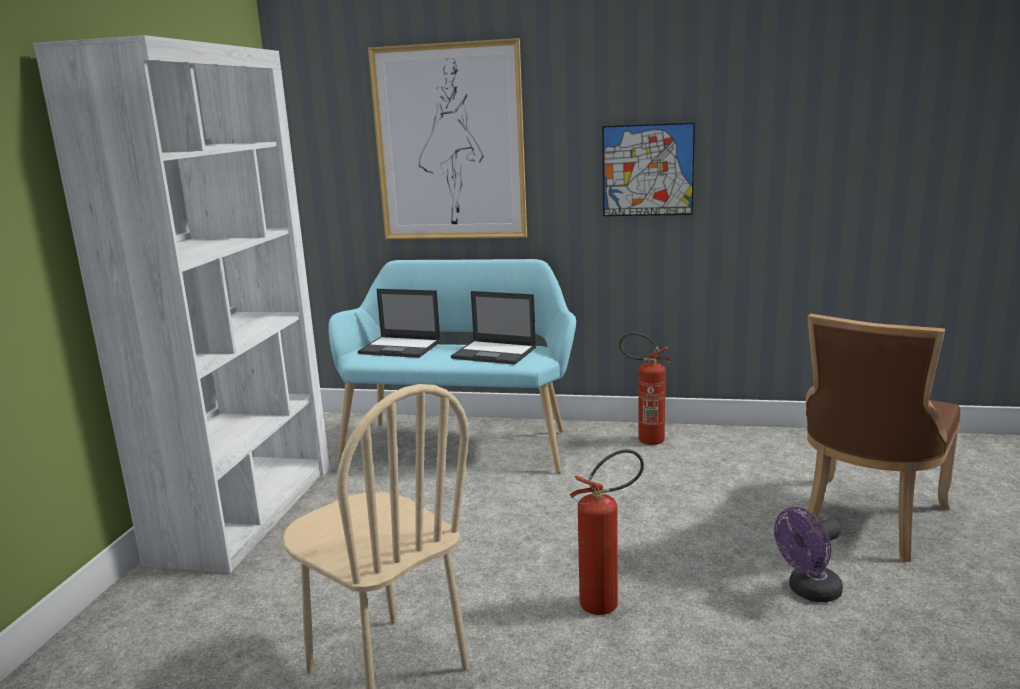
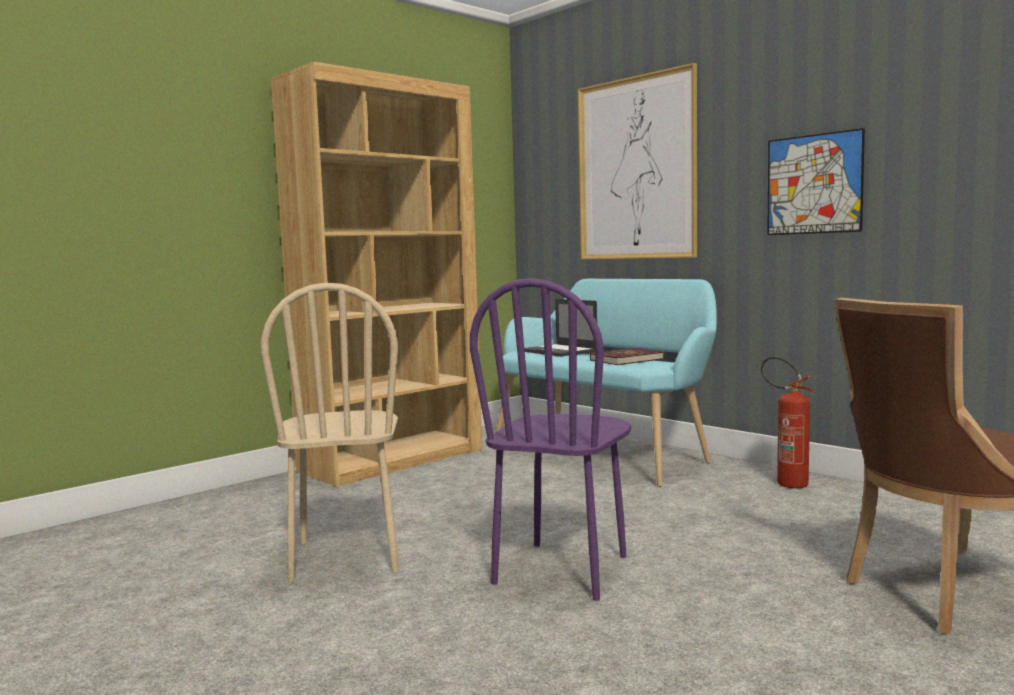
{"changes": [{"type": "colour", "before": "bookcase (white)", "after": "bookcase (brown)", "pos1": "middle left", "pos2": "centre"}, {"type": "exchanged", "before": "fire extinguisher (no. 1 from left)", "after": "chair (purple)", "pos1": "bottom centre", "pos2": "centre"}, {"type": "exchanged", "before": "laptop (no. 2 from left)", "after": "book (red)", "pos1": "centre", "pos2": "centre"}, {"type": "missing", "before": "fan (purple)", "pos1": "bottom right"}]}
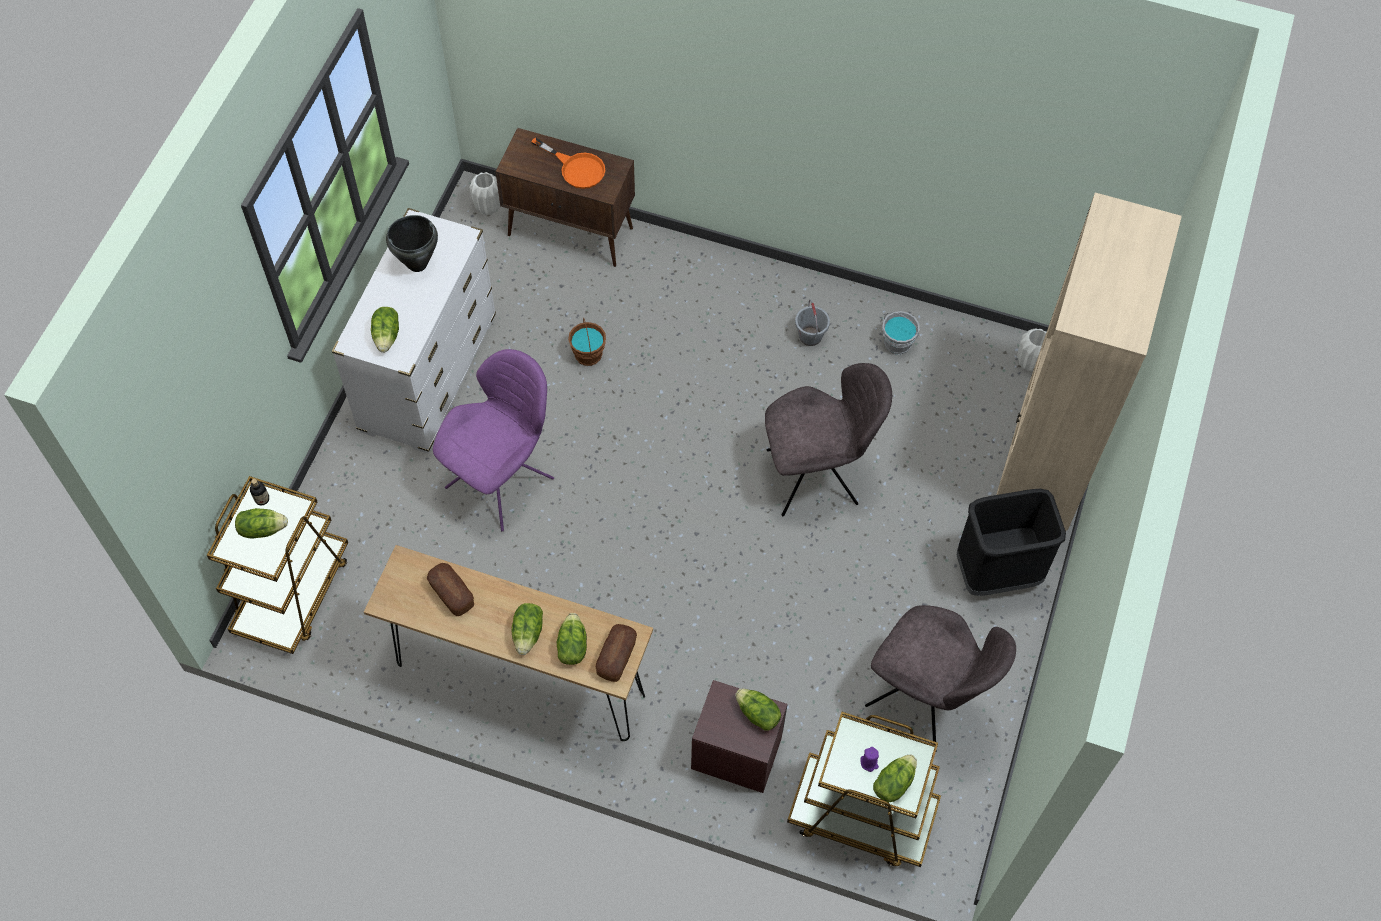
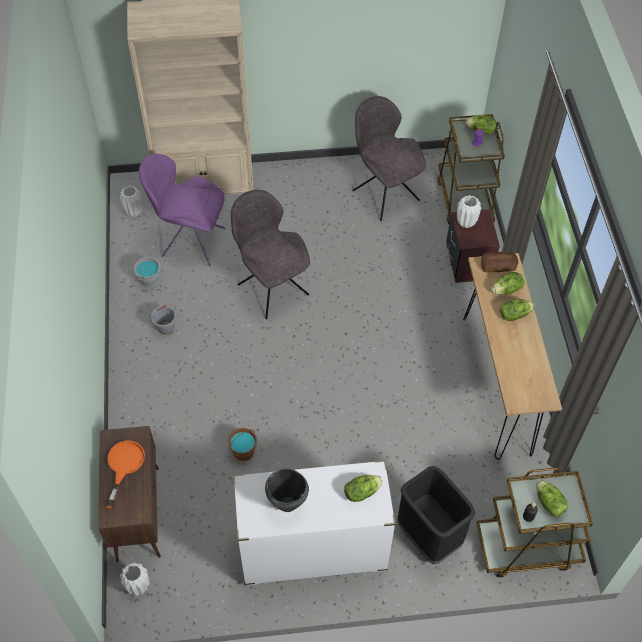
{"changes": [{"type": "relocated", "before": "chair (purple)", "pos1": "centre", "pos2": "top left"}, {"type": "spun", "before": "chair (grey) (no. 2 from left)", "pos1": "bottom right", "pos2": "top centre", "turn": -45}, {"type": "relocated", "before": "trash can (black)", "pos1": "middle right", "pos2": "bottom right"}, {"type": "exchanged", "before": "lettuce (no. 5 from left)", "after": "vase (white) (no. 3 from left)", "pos1": "bottom centre", "pos2": "top right"}, {"type": "missing", "before": "bread (no. 1 from left)", "pos1": "middle left"}]}
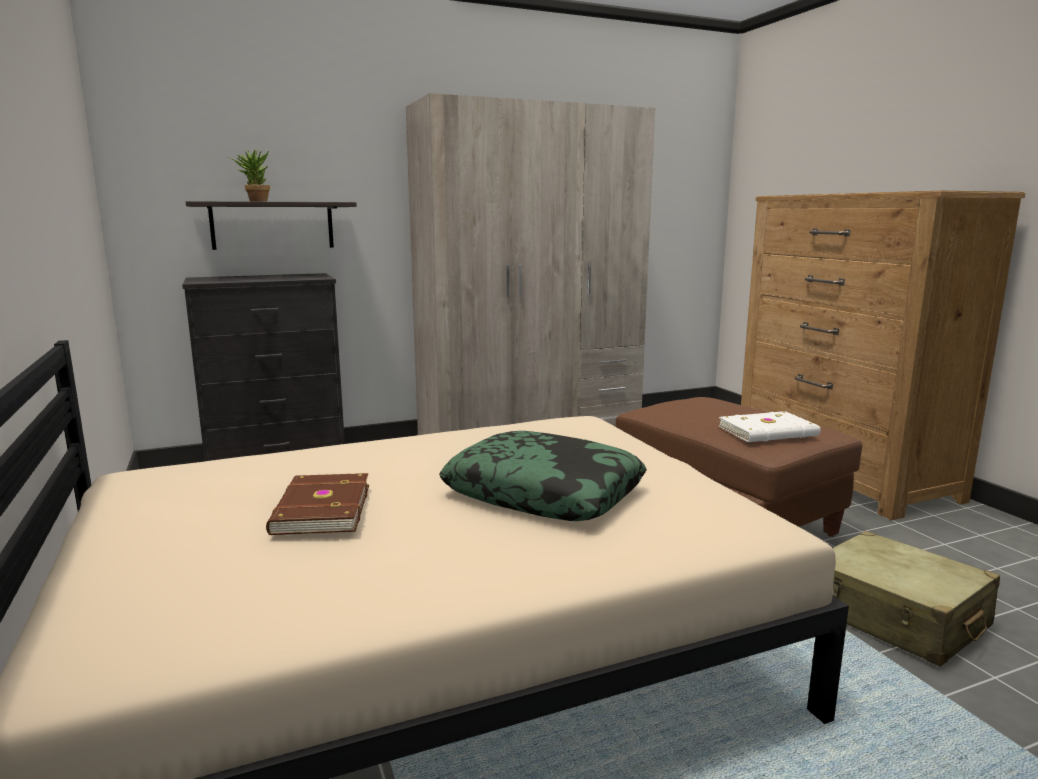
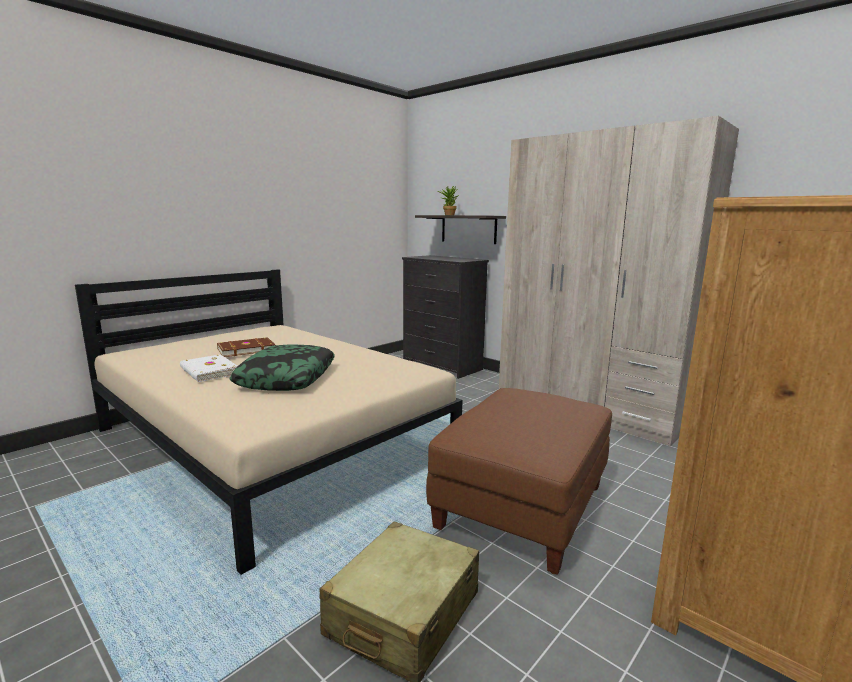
{"changes": [{"type": "relocated", "before": "book (white)", "pos1": "middle right", "pos2": "middle left"}]}
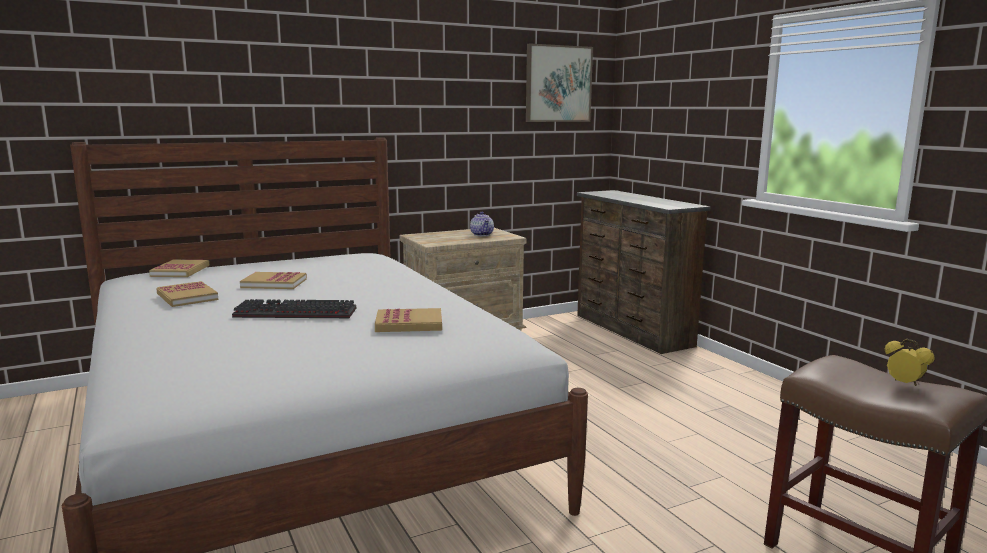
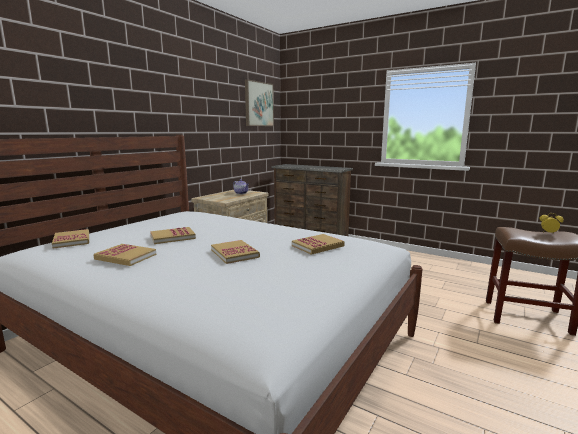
{"changes": [{"type": "exchanged", "before": "keyboard", "after": "book (no. 4 from left)", "pos1": "middle left", "pos2": "centre"}]}
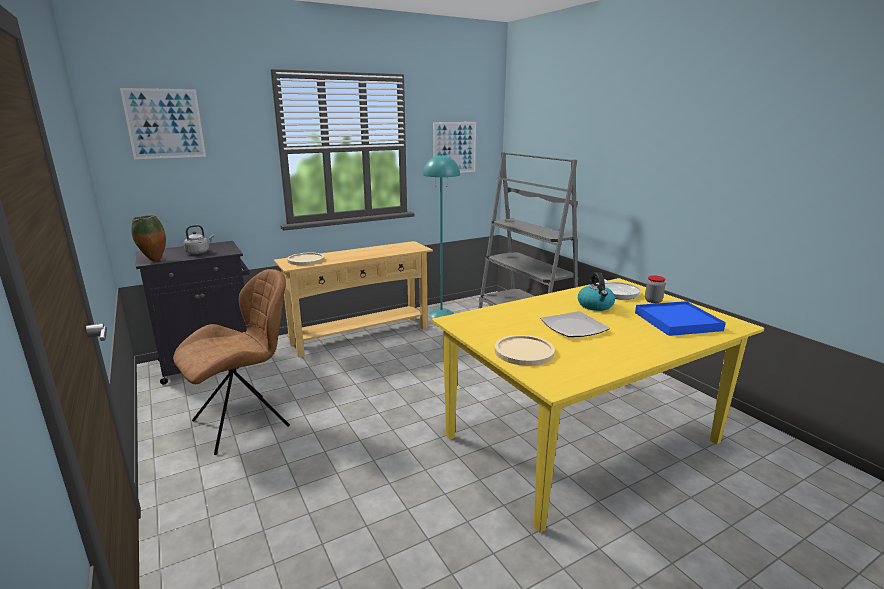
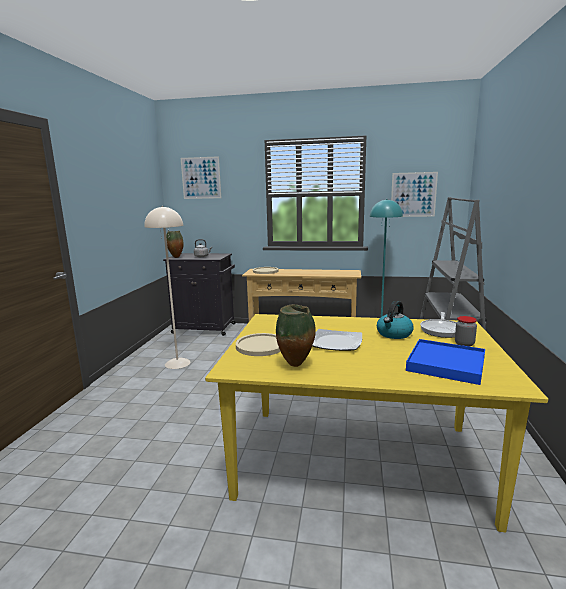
{"changes": [{"type": "exchanged", "before": "chair (brown)", "after": "floor lamp (beige)", "pos1": "middle left", "pos2": "middle left"}, {"type": "appeared", "after": "vase (no. 2 from left)", "pos2": "centre"}]}
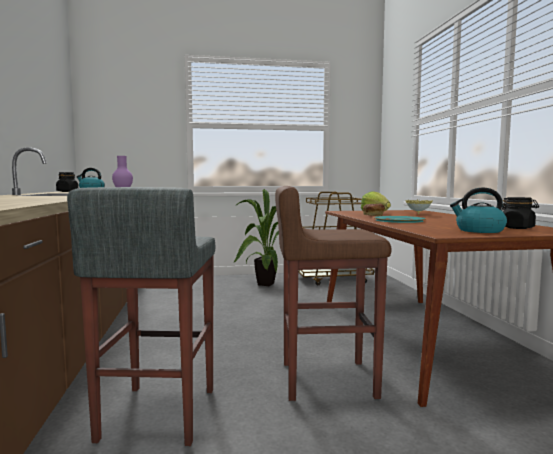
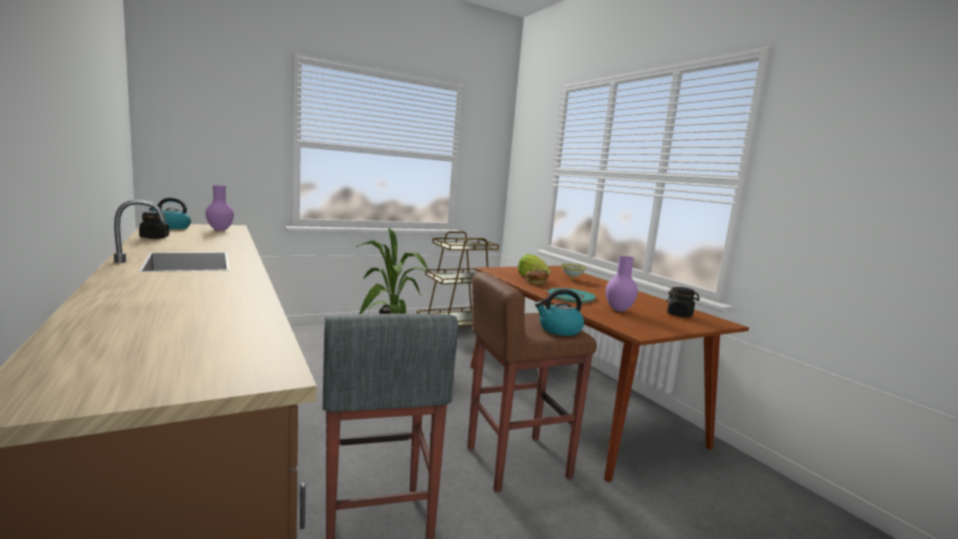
{"changes": [{"type": "relocated", "before": "kettle (no. 2 from left)", "pos1": "middle right", "pos2": "centre"}, {"type": "appeared", "after": "vase (purple) (no. 2 from left)", "pos2": "centre"}]}
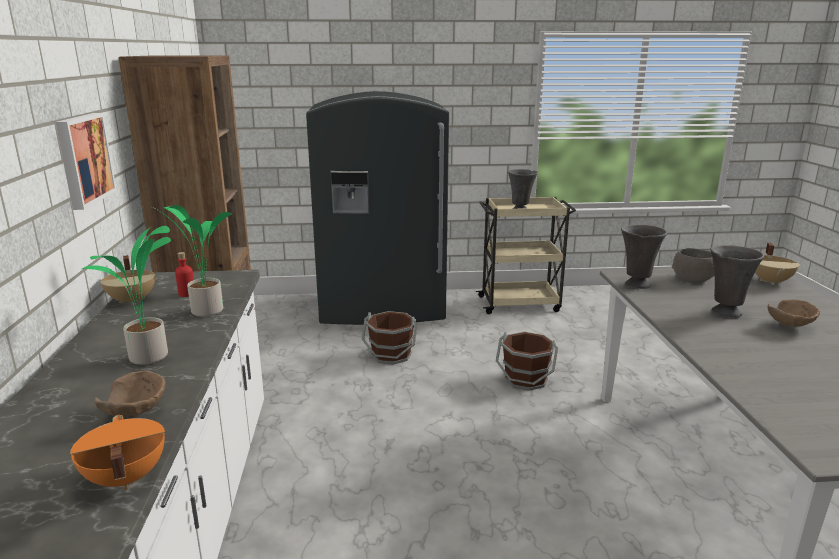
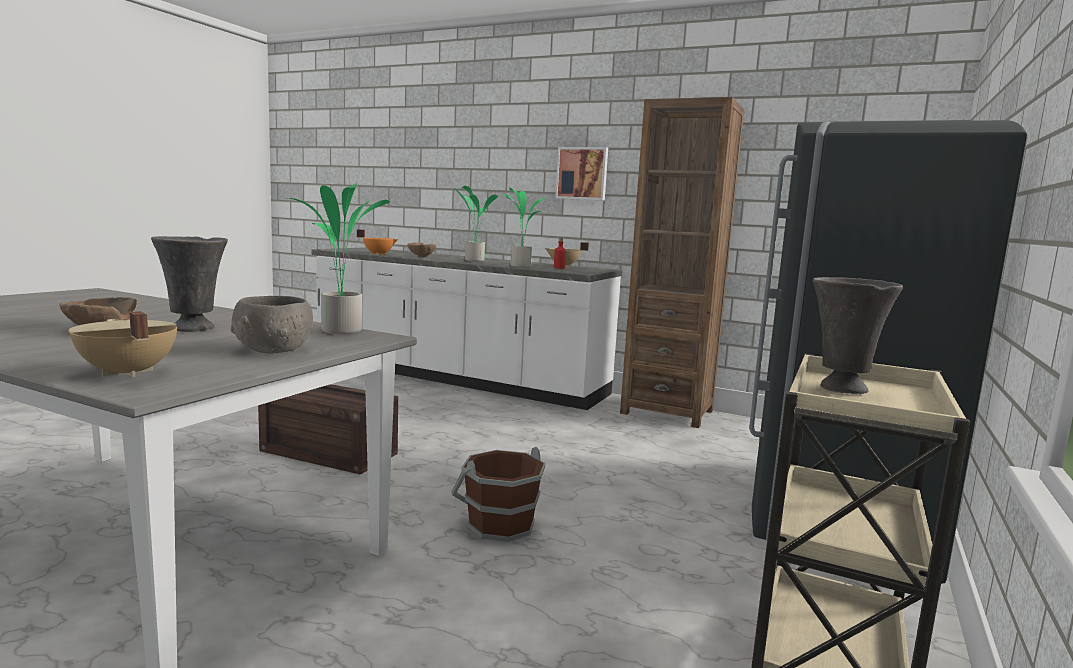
{"changes": [{"type": "appeared", "after": "crate", "pos2": "middle left"}, {"type": "exchanged", "before": "vase (grey) (no. 2 from left)", "after": "potted plant (no. 1 from left)", "pos1": "middle right", "pos2": "middle left"}, {"type": "missing", "before": "bucket (brown) (no. 1 from left)", "pos1": "centre"}]}
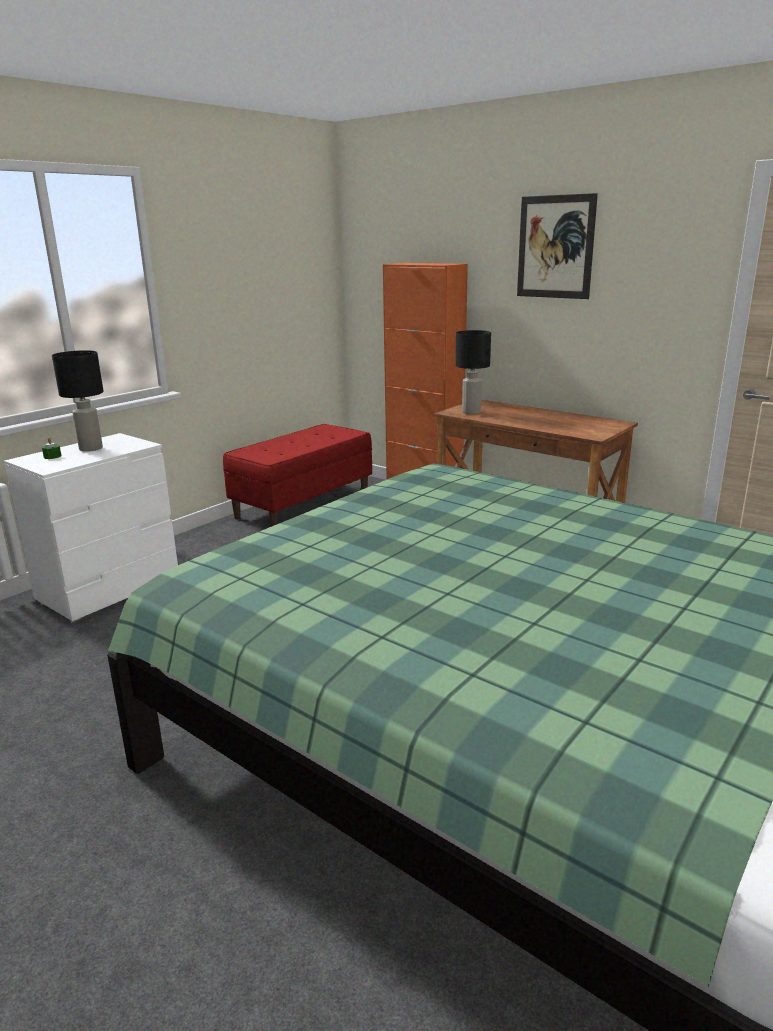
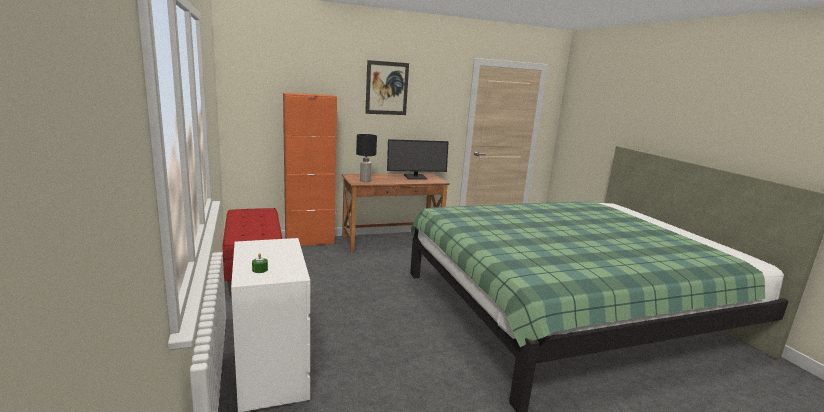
{"changes": [{"type": "appeared", "after": "monitor", "pos2": "centre"}, {"type": "missing", "before": "table lamp (black) (no. 1 from left)", "pos1": "middle left"}]}
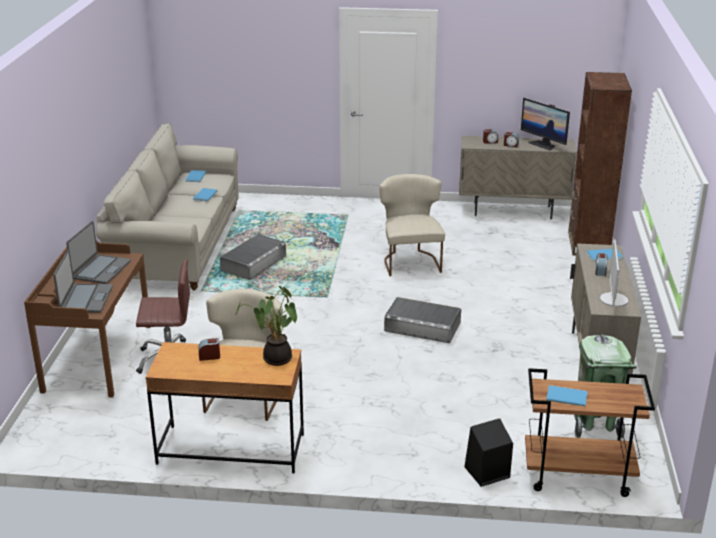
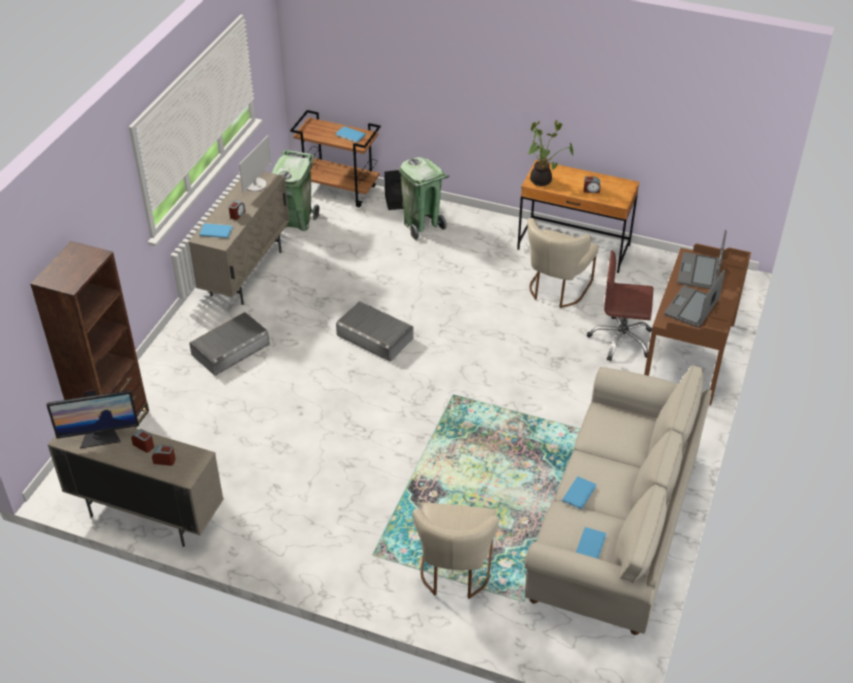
{"changes": [{"type": "spun", "before": "monitor (no. 1 from left)", "pos1": "top right", "pos2": "middle left", "turn": 105}, {"type": "relocated", "before": "storage box (grey) (no. 1 from left)", "pos1": "centre", "pos2": "middle left"}, {"type": "appeared", "after": "trash can (green) (no. 2 from left)", "pos2": "top centre"}, {"type": "relocated", "before": "chair (beige) (no. 2 from left in the first image)", "after": "chair (beige) (no. 1 from left)", "pos1": "centre", "pos2": "bottom centre"}]}
